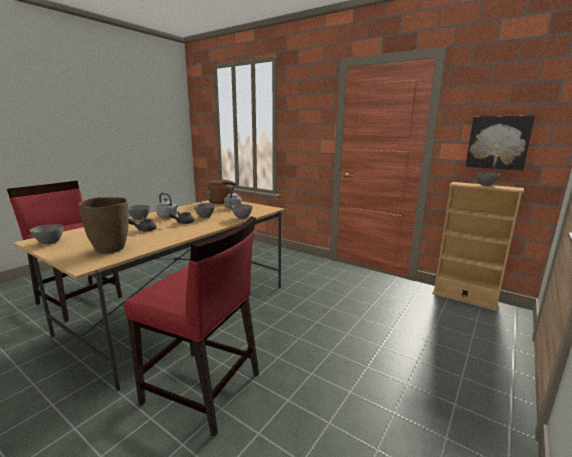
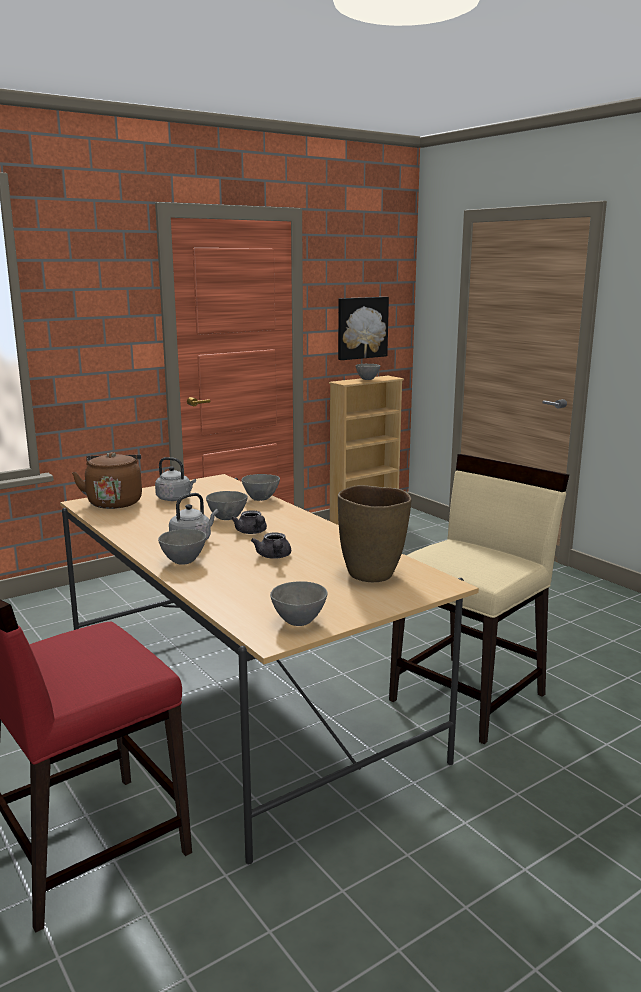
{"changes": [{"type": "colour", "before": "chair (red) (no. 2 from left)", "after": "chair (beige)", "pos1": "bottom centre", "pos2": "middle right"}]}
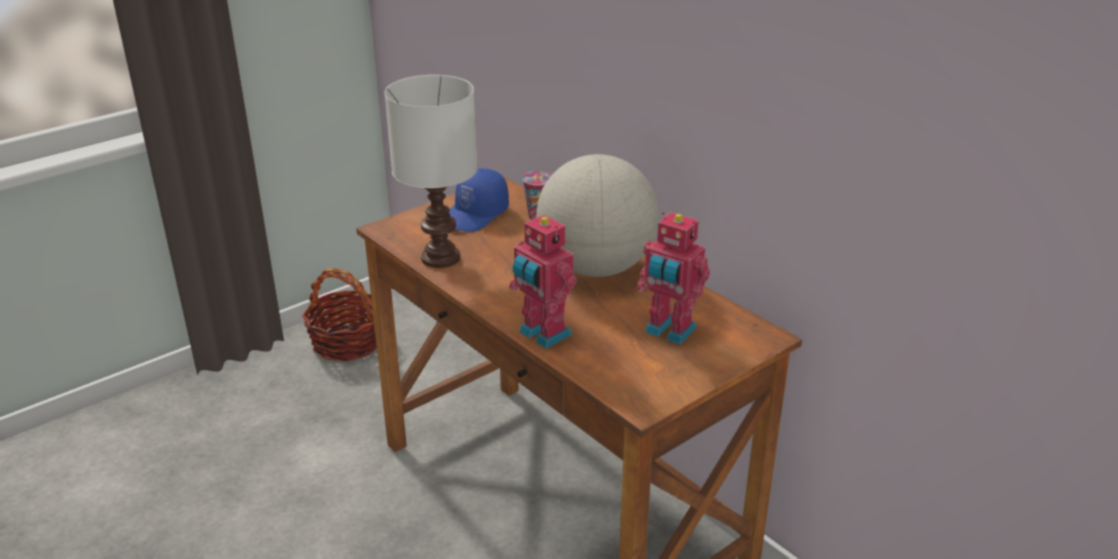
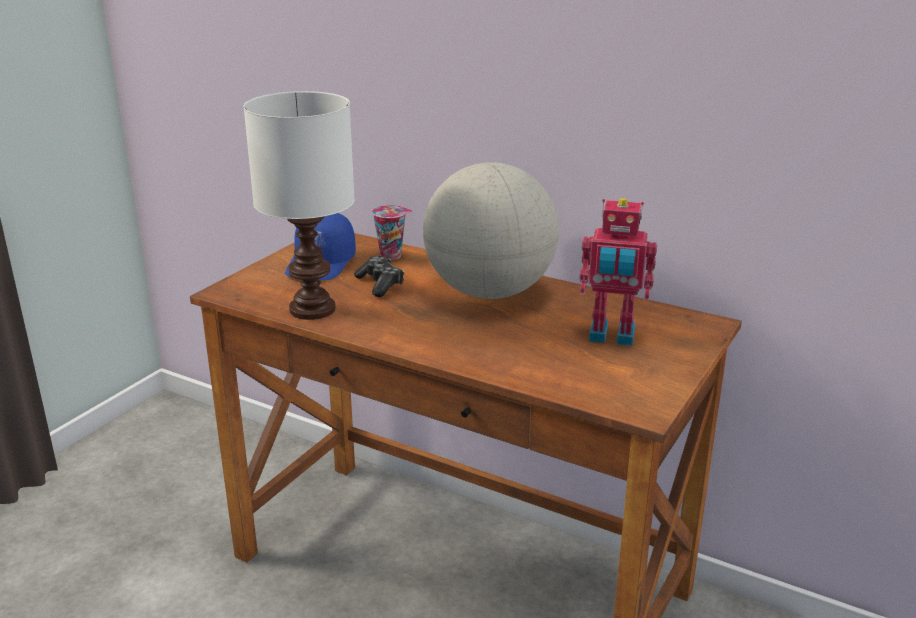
{"changes": [{"type": "appeared", "after": "game controller", "pos2": "centre"}, {"type": "missing", "before": "basket", "pos1": "middle left"}, {"type": "missing", "before": "toy robot (no. 1 from left)", "pos1": "centre"}]}
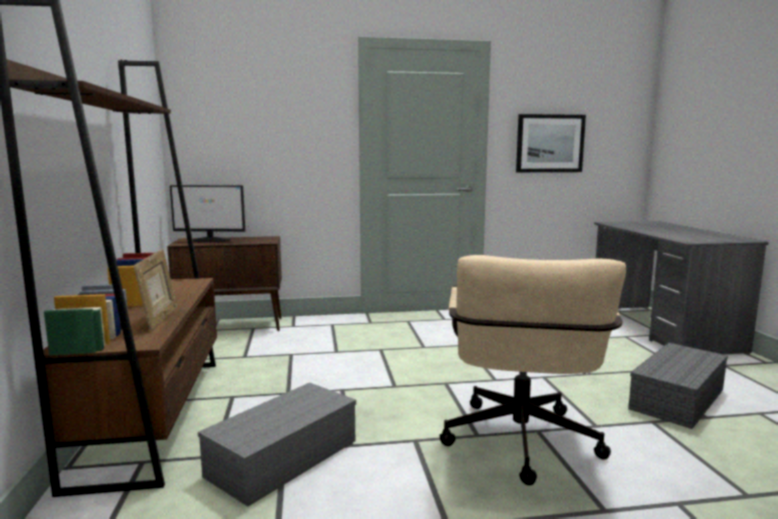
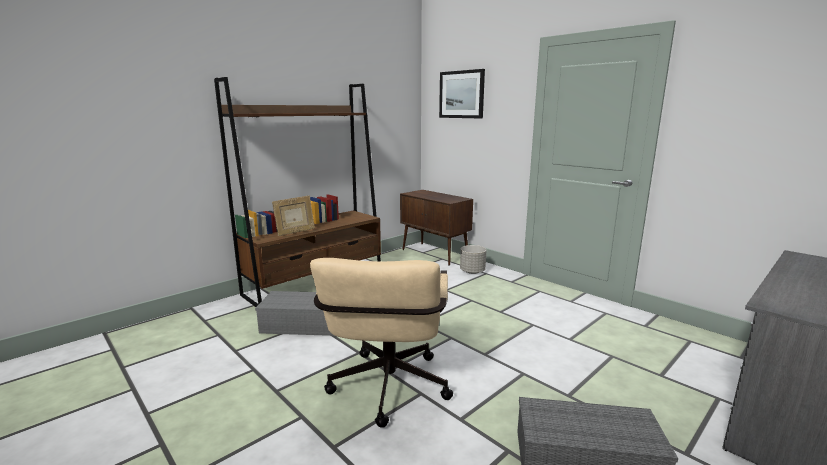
{"changes": [{"type": "spun", "before": "office chair (beige)", "pos1": "bottom right", "pos2": "bottom centre", "turn": -60}, {"type": "relocated", "before": "picture", "pos1": "top right", "pos2": "top centre"}, {"type": "appeared", "after": "planter (grey)", "pos2": "centre"}, {"type": "missing", "before": "monitor", "pos1": "middle left"}]}
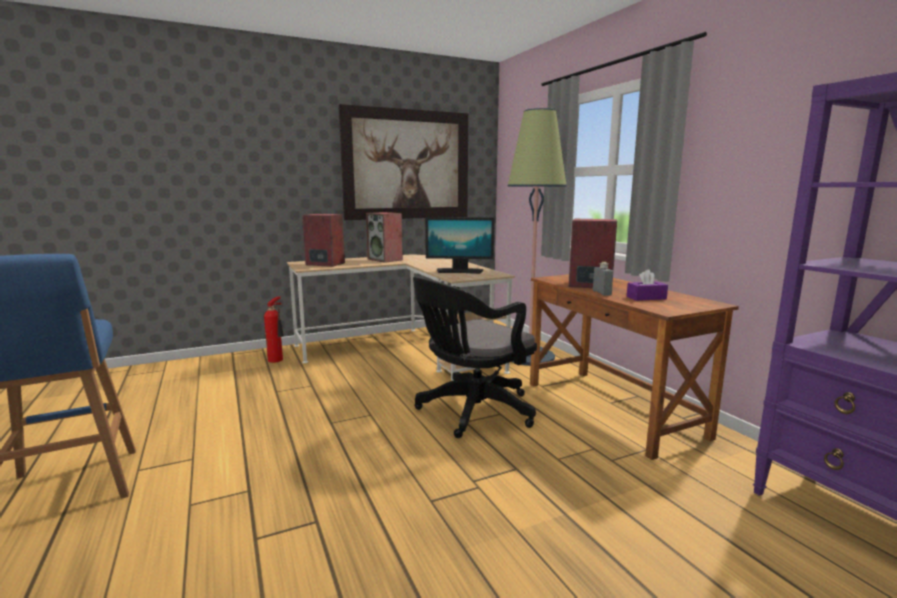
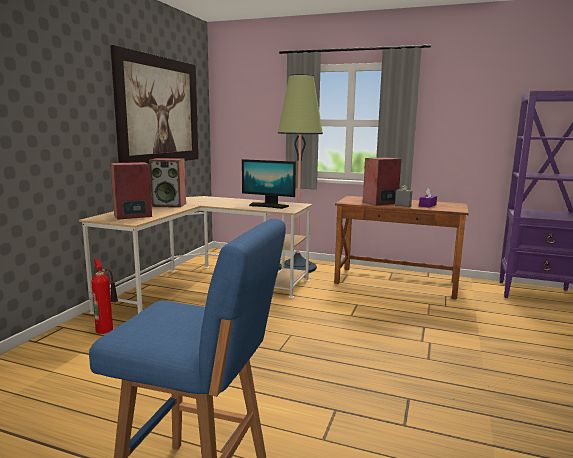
{"changes": [{"type": "spun", "before": "monitor", "pos1": "centre", "pos2": "centre", "turn": 60}, {"type": "missing", "before": "office chair (black)", "pos1": "centre"}]}
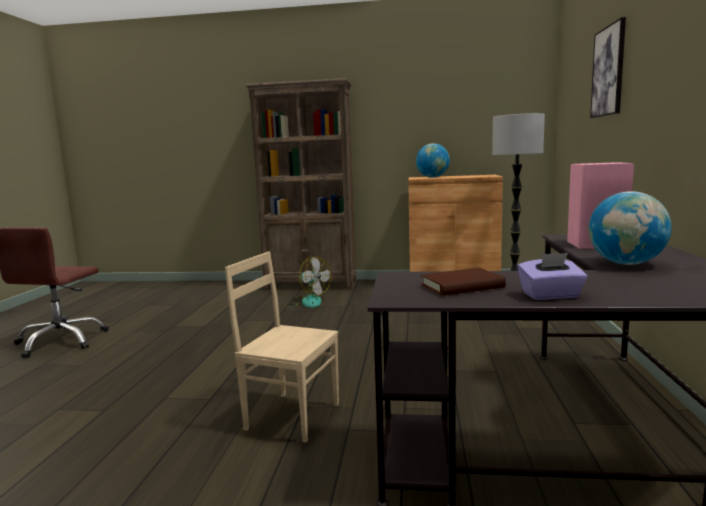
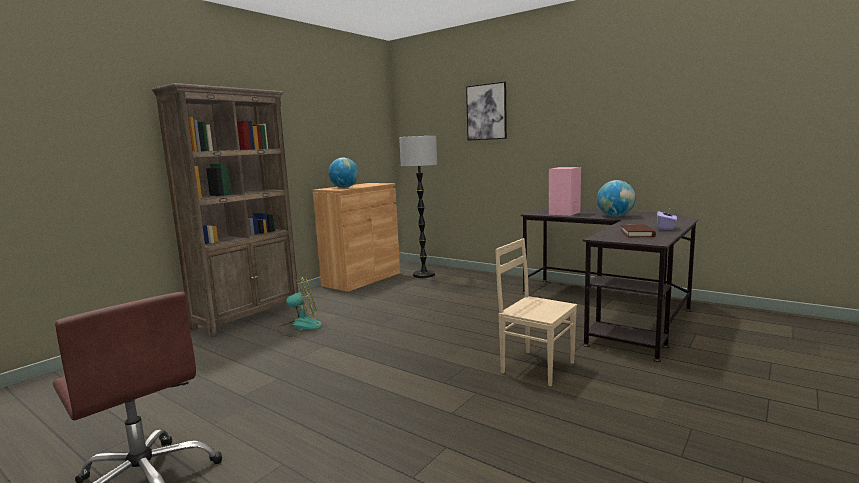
{"changes": [{"type": "spun", "before": "chair (beige)", "pos1": "bottom centre", "pos2": "centre", "turn": 75}]}
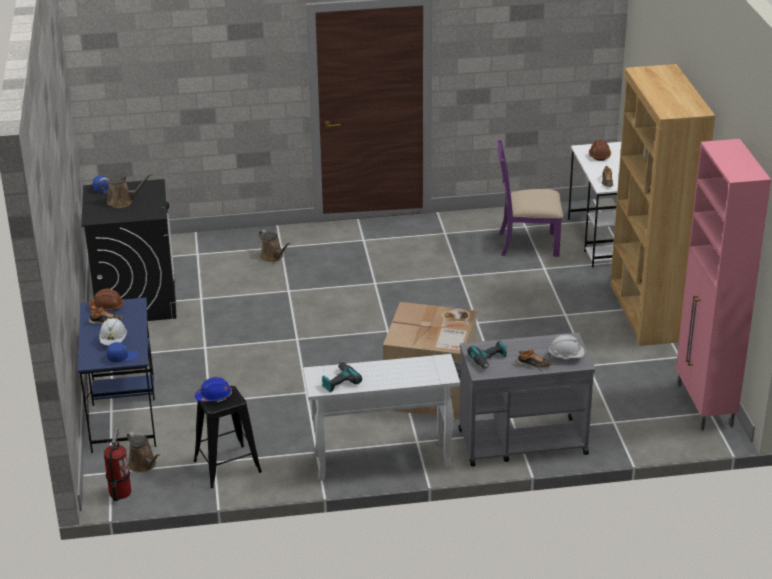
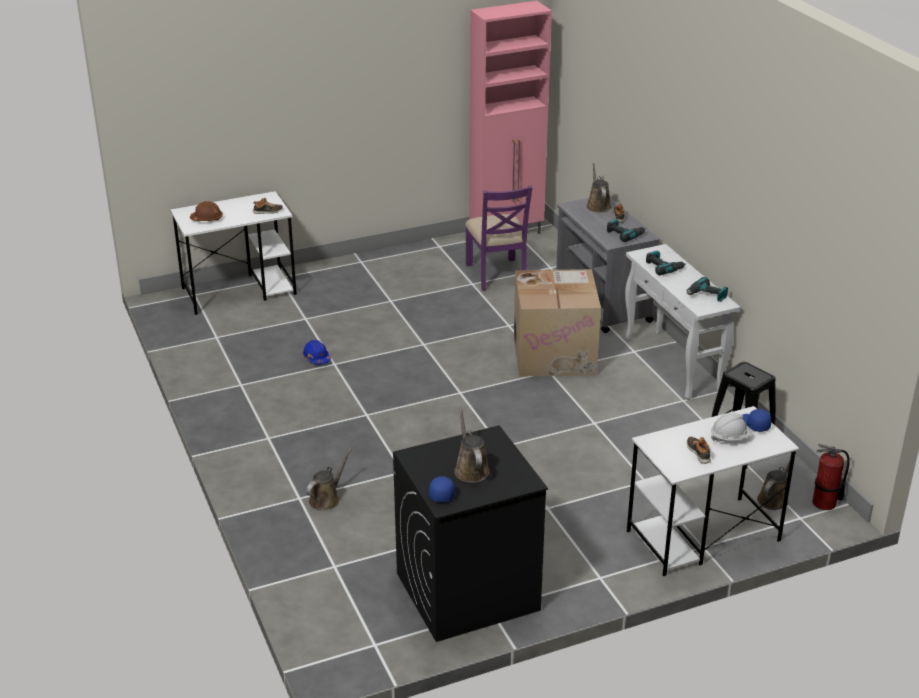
{"changes": [{"type": "relocated", "before": "hard hat (blue)", "pos1": "bottom left", "pos2": "centre"}, {"type": "relocated", "before": "chair (purple)", "pos1": "middle right", "pos2": "centre"}, {"type": "exchanged", "before": "hard hat (white) (no. 2 from left)", "after": "watering can (brown) (no. 3 from left)", "pos1": "middle right", "pos2": "top centre"}, {"type": "colour", "before": "desk (blue)", "after": "desk (white) (no. 2 from left)", "pos1": "middle left", "pos2": "bottom right"}, {"type": "appeared", "after": "power drill (no. 2 from left)", "pos2": "middle right"}, {"type": "missing", "before": "hard hat (brown) (no. 1 from left)", "pos1": "middle left"}, {"type": "missing", "before": "bookcase (brown)", "pos1": "middle right"}]}
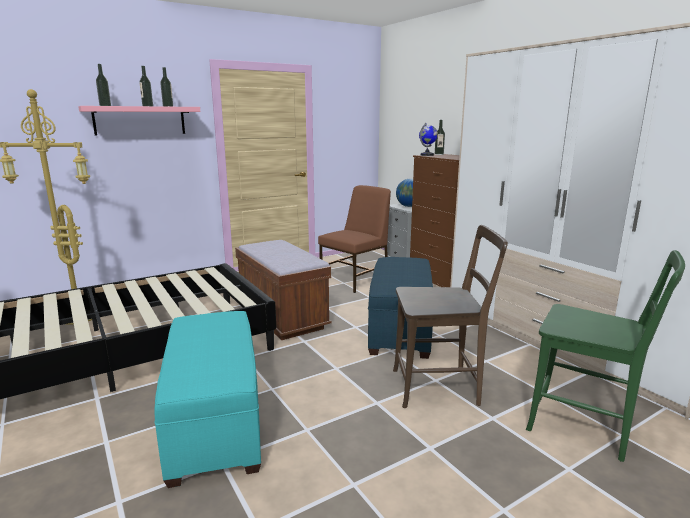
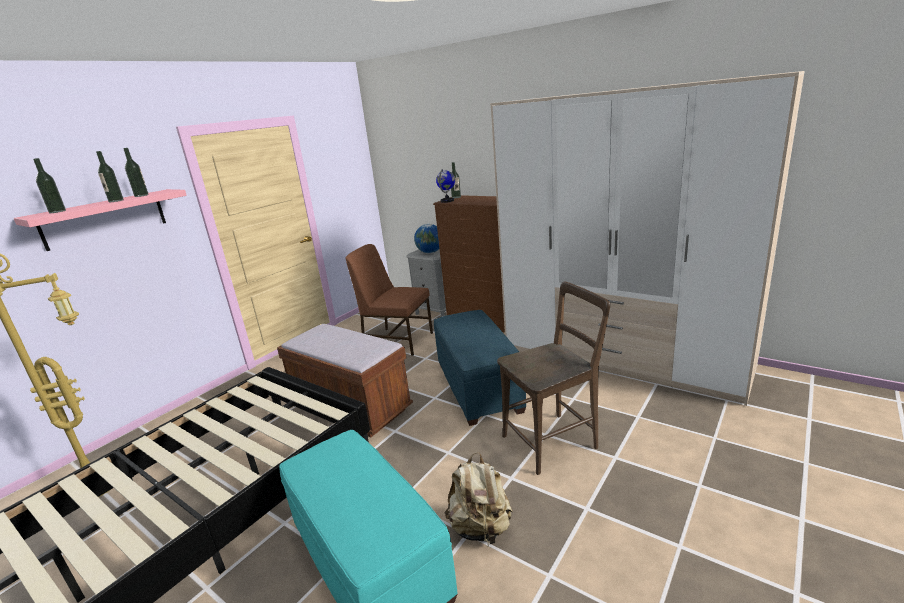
{"changes": [{"type": "spun", "before": "chair (brown) (no. 1 from left)", "pos1": "centre", "pos2": "centre", "turn": -90}, {"type": "appeared", "after": "backpack (beige)", "pos2": "bottom centre"}, {"type": "missing", "before": "chair (green)", "pos1": "bottom right"}]}
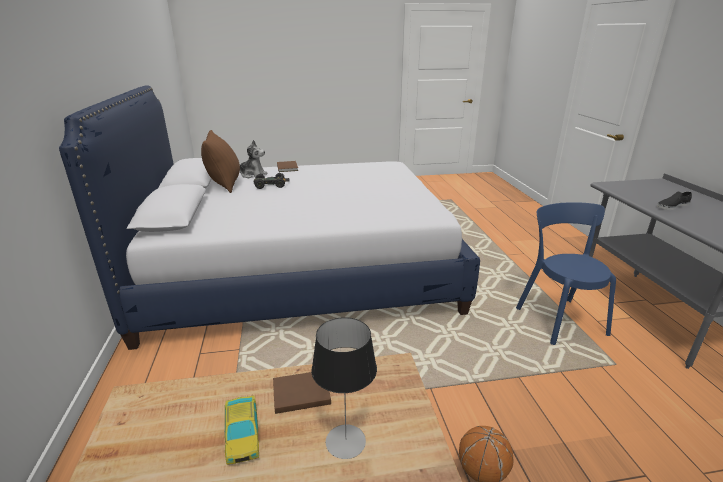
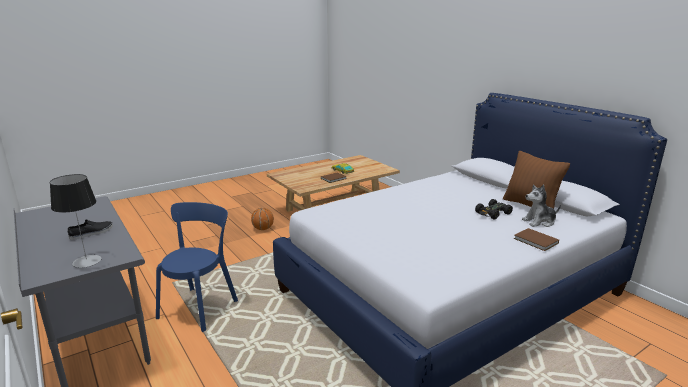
{"changes": [{"type": "relocated", "before": "table lamp", "pos1": "bottom centre", "pos2": "middle left"}, {"type": "spun", "before": "chair (blue)", "pos1": "middle right", "pos2": "bottom left", "turn": -120}]}
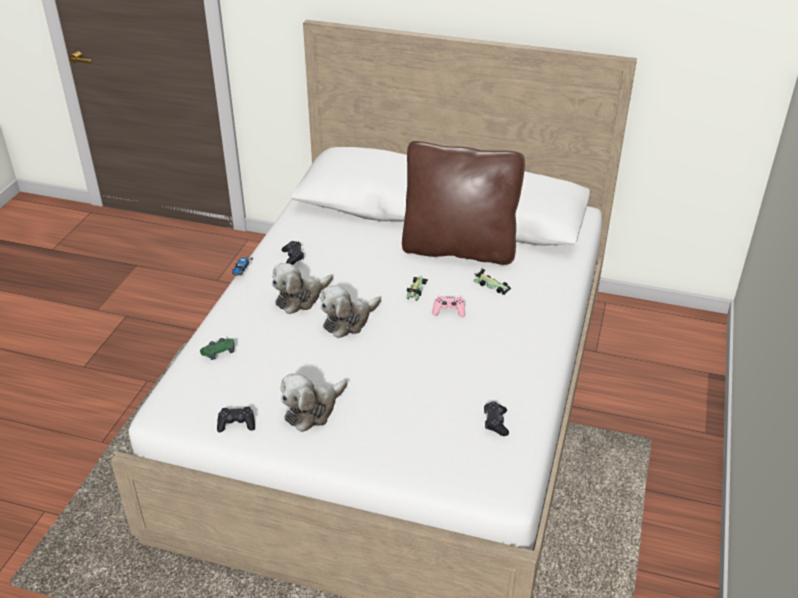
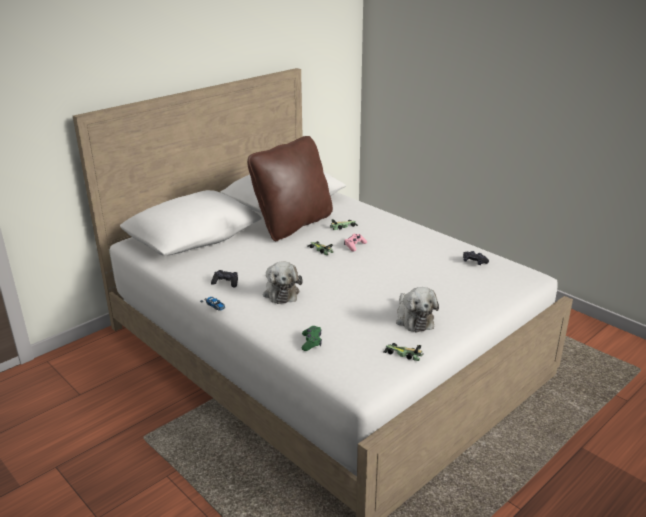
{"changes": [{"type": "exchanged", "before": "game controller (black) (no. 1 from left)", "after": "toy car (no. 4 from left)", "pos1": "bottom left", "pos2": "bottom centre"}, {"type": "missing", "before": "plush toy (no. 3 from left)", "pos1": "centre"}]}
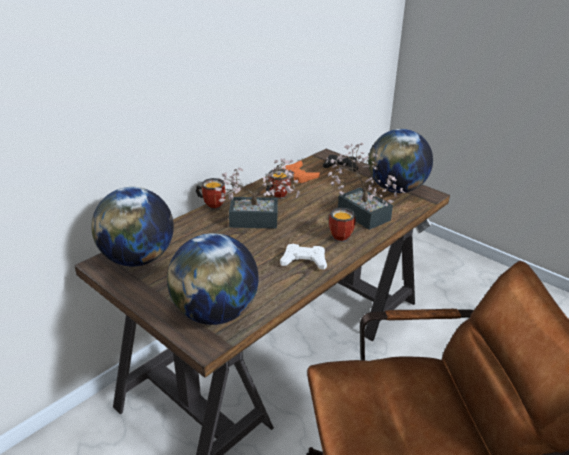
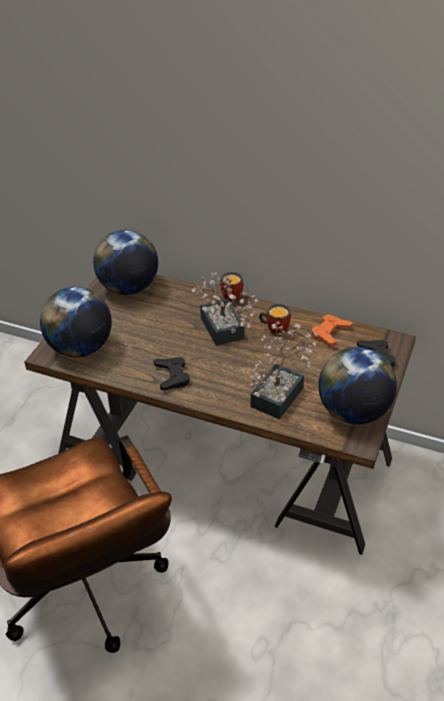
{"changes": [{"type": "colour", "before": "game controller (white)", "after": "game controller (black) (no. 1 from left)", "pos1": "centre", "pos2": "centre"}, {"type": "missing", "before": "mug (no. 3 from left)", "pos1": "centre"}]}
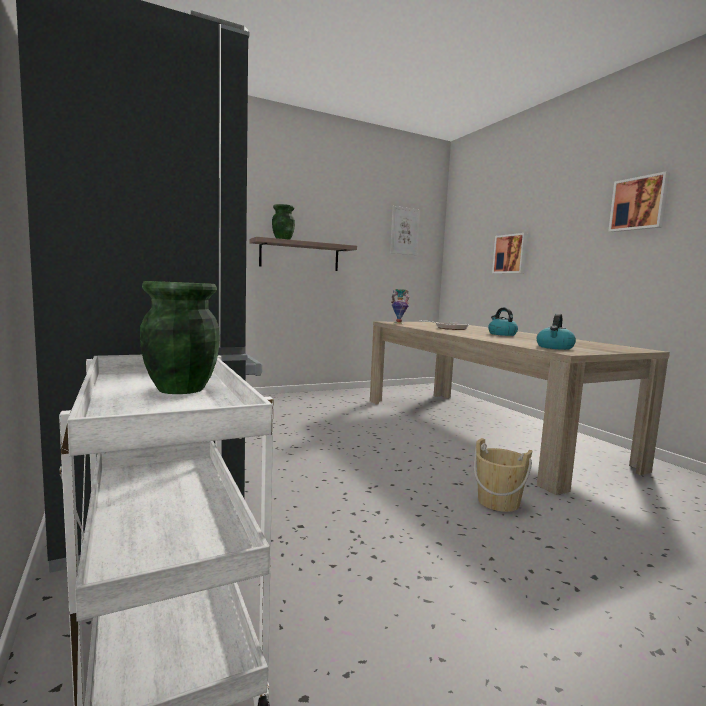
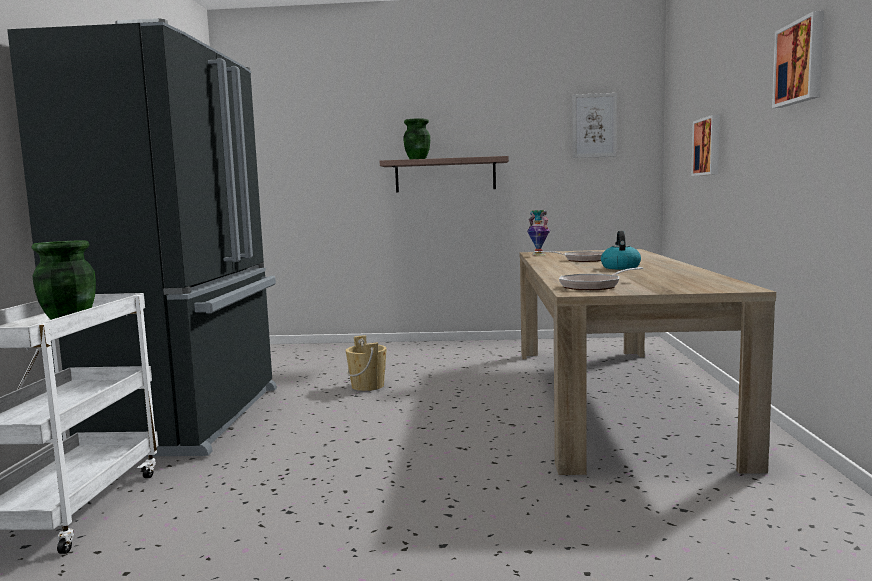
{"changes": [{"type": "relocated", "before": "bucket (beige)", "pos1": "bottom right", "pos2": "centre"}, {"type": "exchanged", "before": "kettle (no. 2 from left)", "after": "frying pan (no. 2 from left)", "pos1": "middle right", "pos2": "middle right"}]}
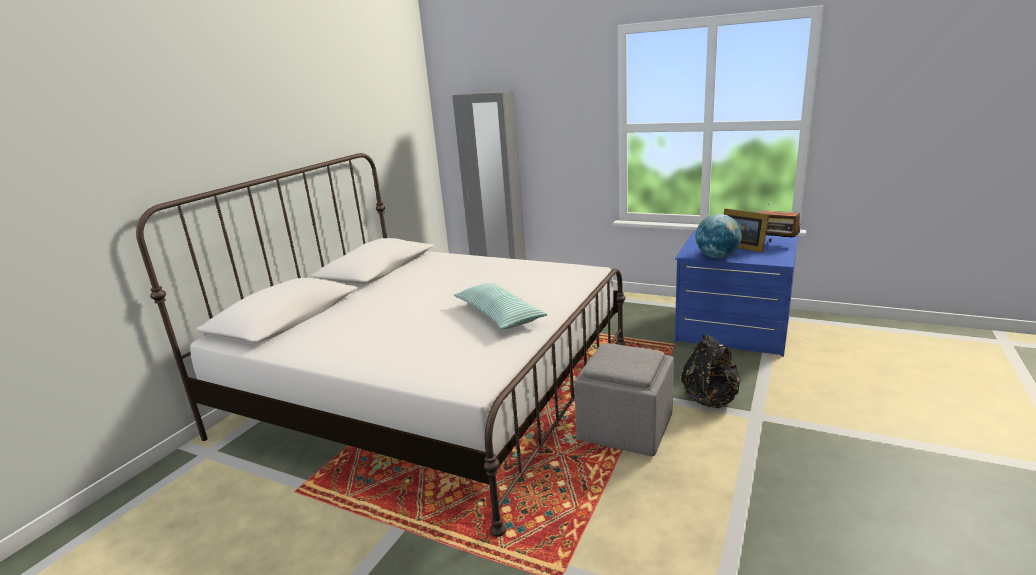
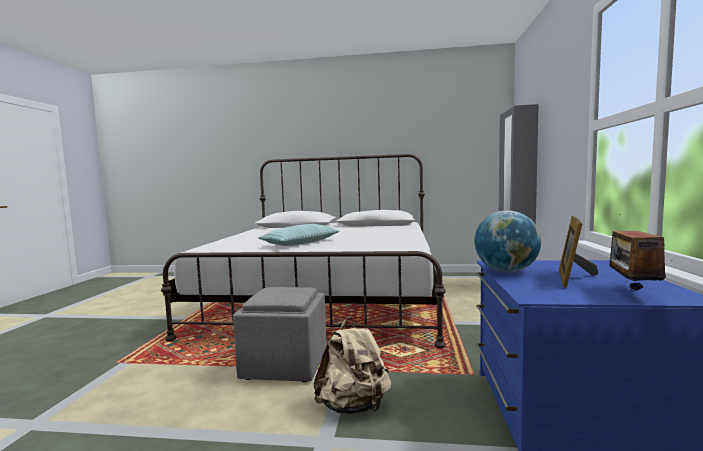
{"changes": [{"type": "colour", "before": "backpack (black)", "after": "backpack (beige)", "pos1": "middle right", "pos2": "bottom centre"}]}
